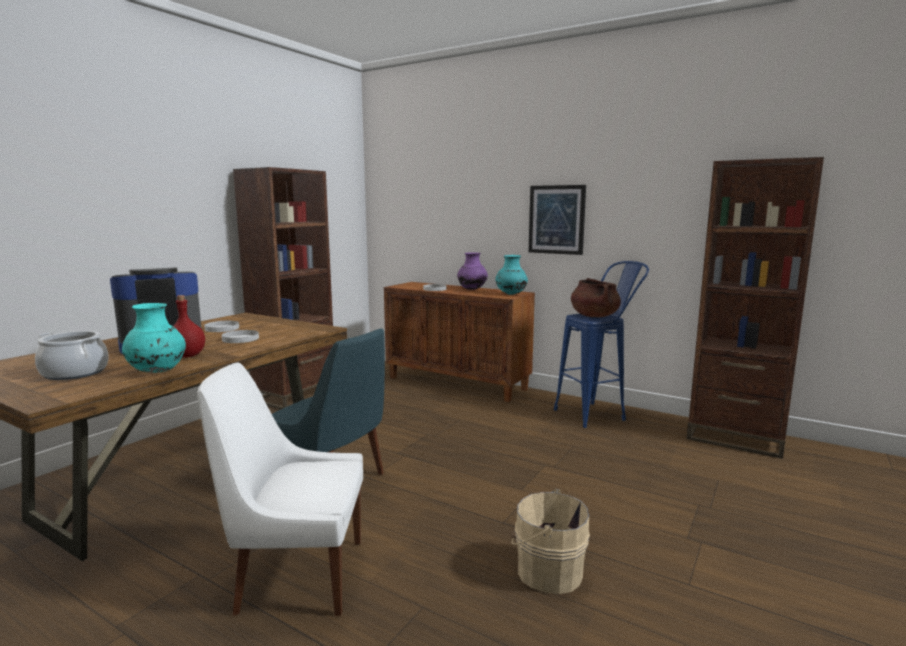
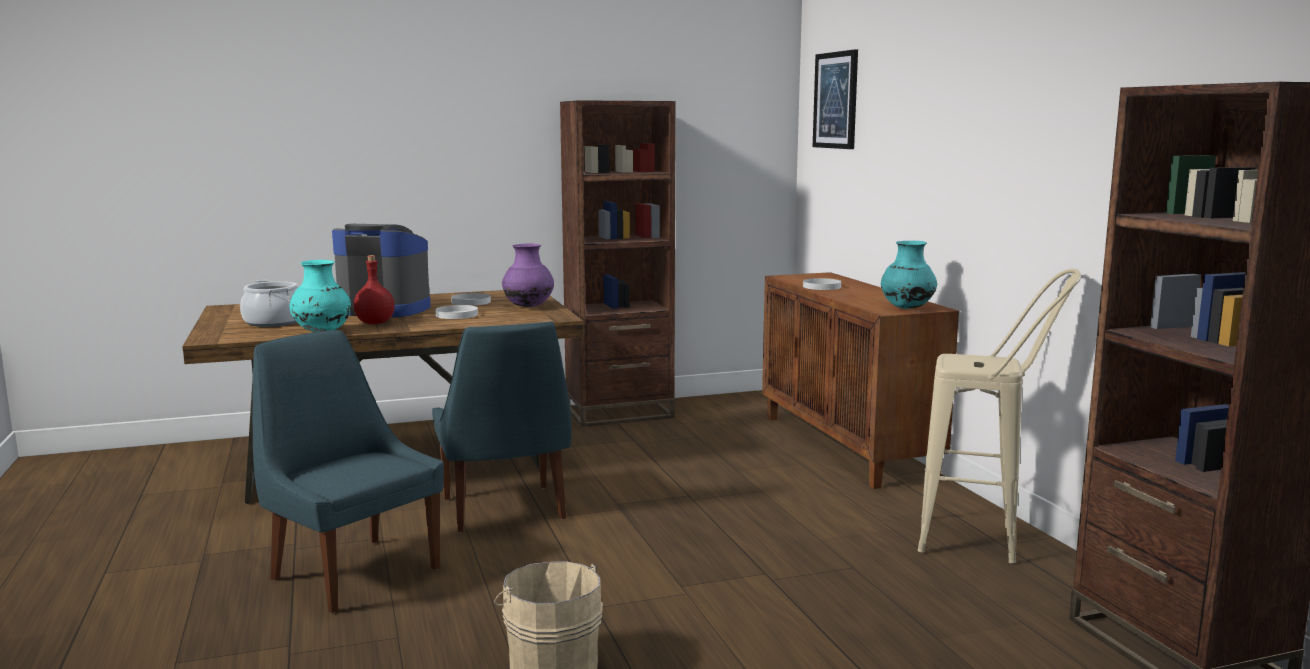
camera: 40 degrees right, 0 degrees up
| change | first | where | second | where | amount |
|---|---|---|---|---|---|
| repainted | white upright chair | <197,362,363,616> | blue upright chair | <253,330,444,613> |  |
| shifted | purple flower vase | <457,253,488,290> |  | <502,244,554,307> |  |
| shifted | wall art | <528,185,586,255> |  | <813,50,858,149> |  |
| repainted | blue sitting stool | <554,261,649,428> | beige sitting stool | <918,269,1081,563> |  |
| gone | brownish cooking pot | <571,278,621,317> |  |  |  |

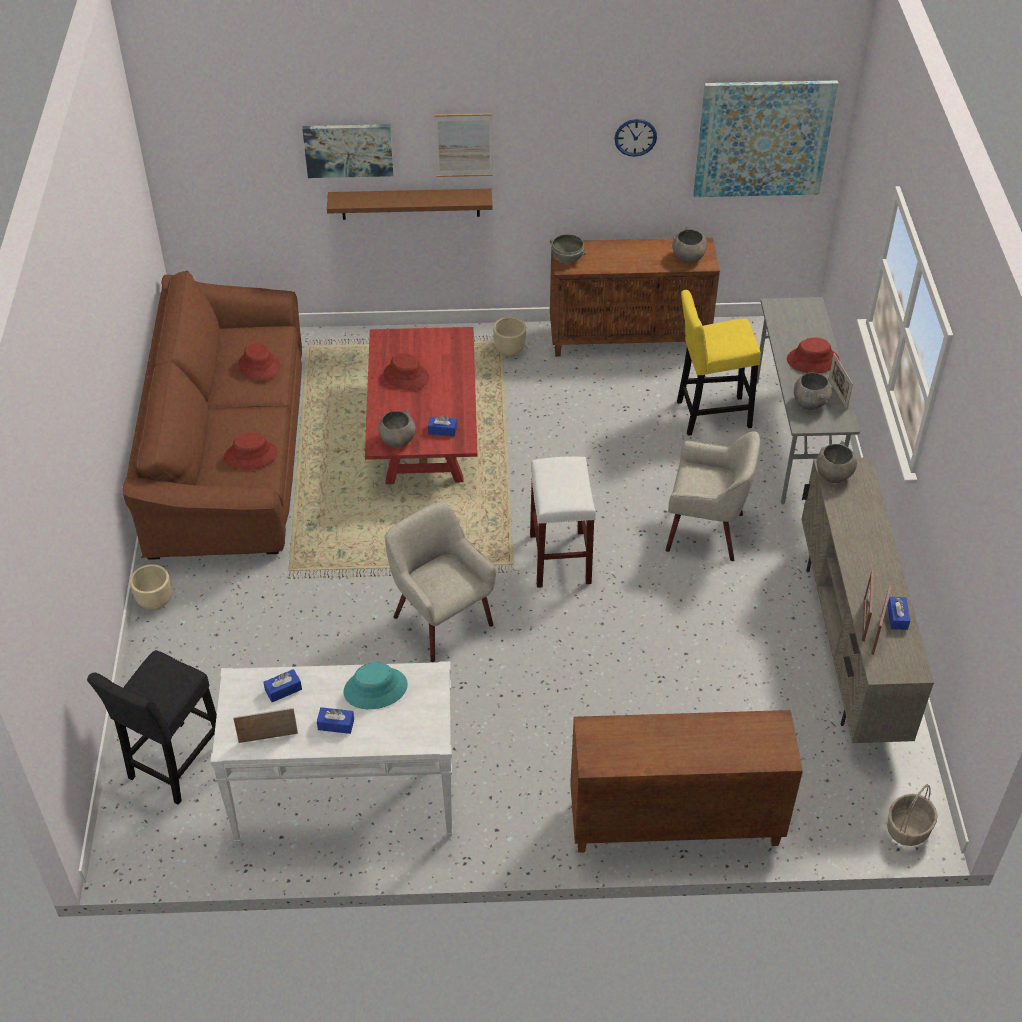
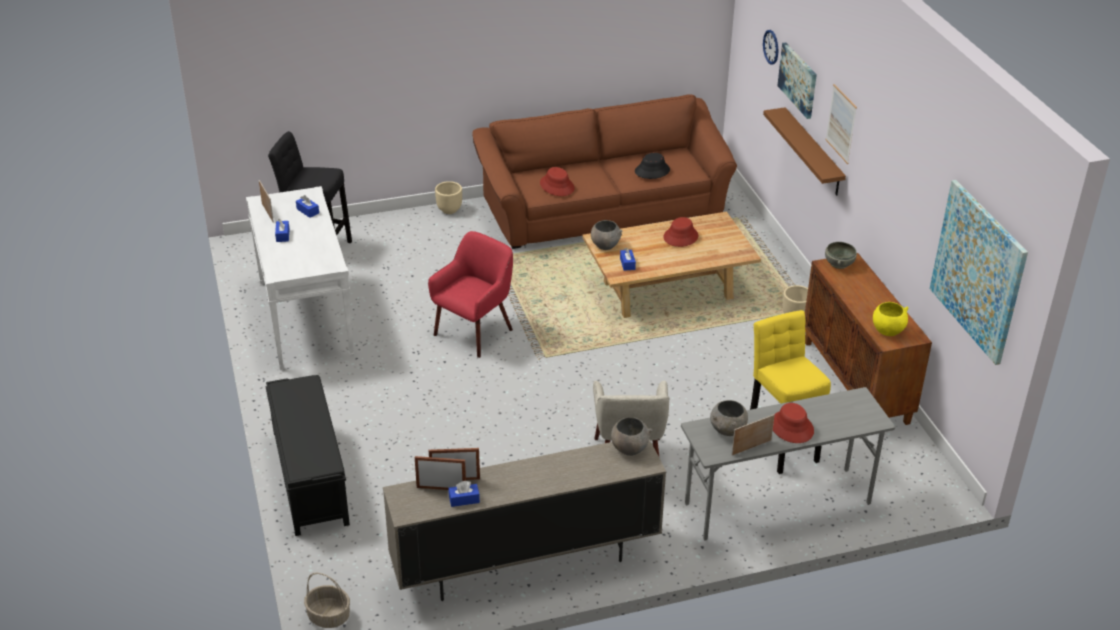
camera: 75 degrees right, 10 degrees down
| change | first | where | second | where | amount |
|---|---|---|---|---|---|
| swapped | brownish cupboard | <570,710,803,853> | blackish long seat | <265,375,350,536> |  |
| repainted | beige lounge chair | <385,502,496,662> | red lounge chair | <428,231,513,358> |  |
| repainted | red low table | <365,327,478,484> | beige low table | <582,212,761,318> |  |
| repainted | red hat | <238,343,280,381> | blackish hat | <635,153,670,179> |  |
| shifted | clock on the wall | <615,119,657,157> |  | <763,30,778,65> |  |
| repainted | greyish serving bowl | <672,227,707,264> | yellow-coloured serving bowl | <873,302,909,336> |  |
| gone | turquoise-coloured hat | <344,662,408,709> |  |  |  |
| gone | white sitting stool | <530,456,596,588> |  |  |  |

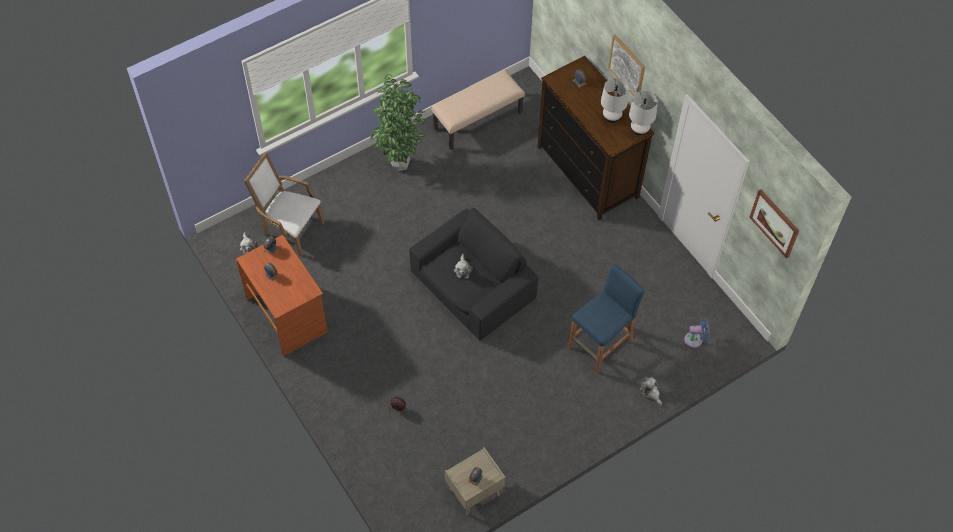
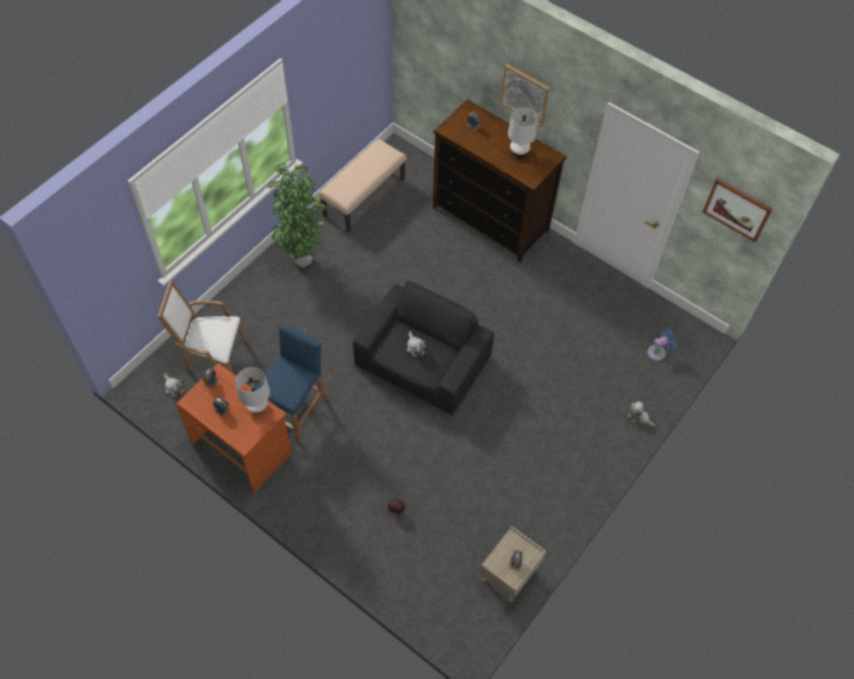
camera: 20 degrees left, 0 degrees up
| change | first | where | second | where | amount |
|---|---|---|---|---|---|
| shifted | white tabletop lamp | <629,91,658,135> |  | <236,367,270,414> |  |
| shifted | blue sitting stool | <568,263,645,373> |  | <255,324,328,442> |  |

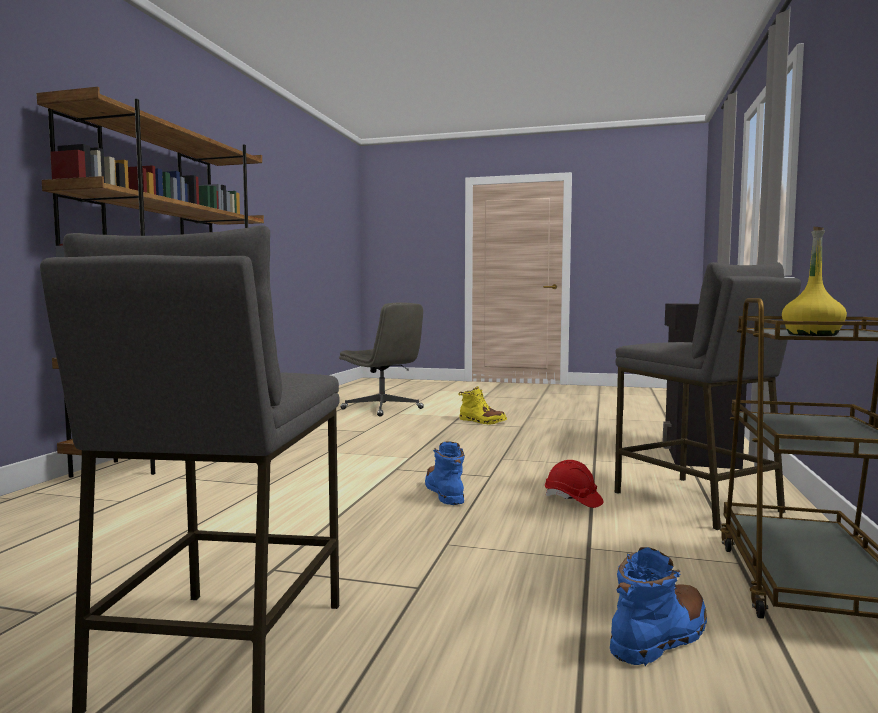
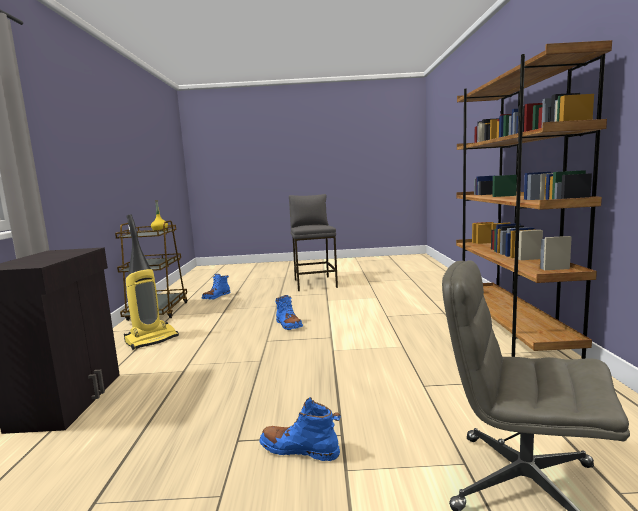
camera: 165 degrees right, 5 degrees up
| change | first | where | second | where | amount |
|---|---|---|---|---|---|
| swapped | greyish sitting stool | <615,262,801,530> | hoover | <124,214,179,350> |  |
| repainted | yellow-coloured tall boot | <458,386,507,425> | blue tall boot | <259,397,341,461> |  |
| gone | red hard hat | <545,460,604,508> |  |  |  |

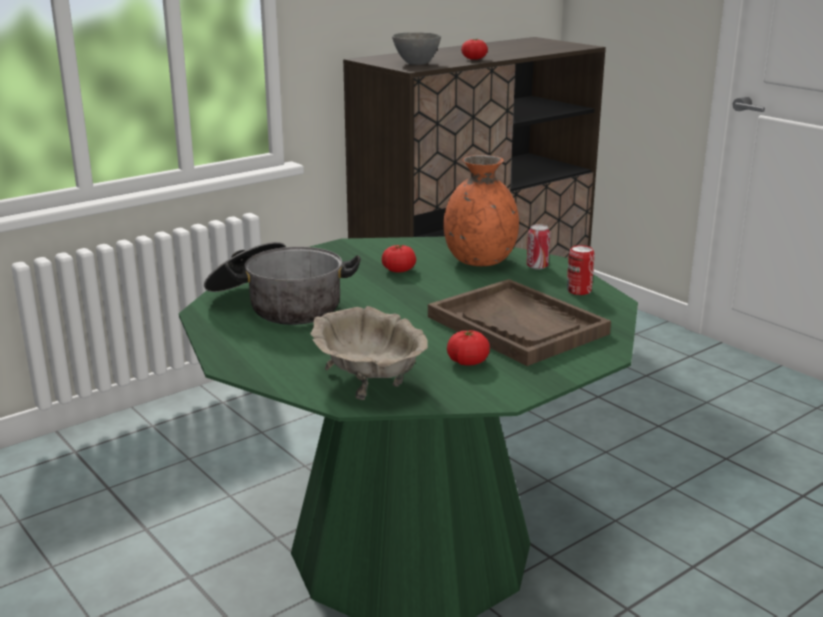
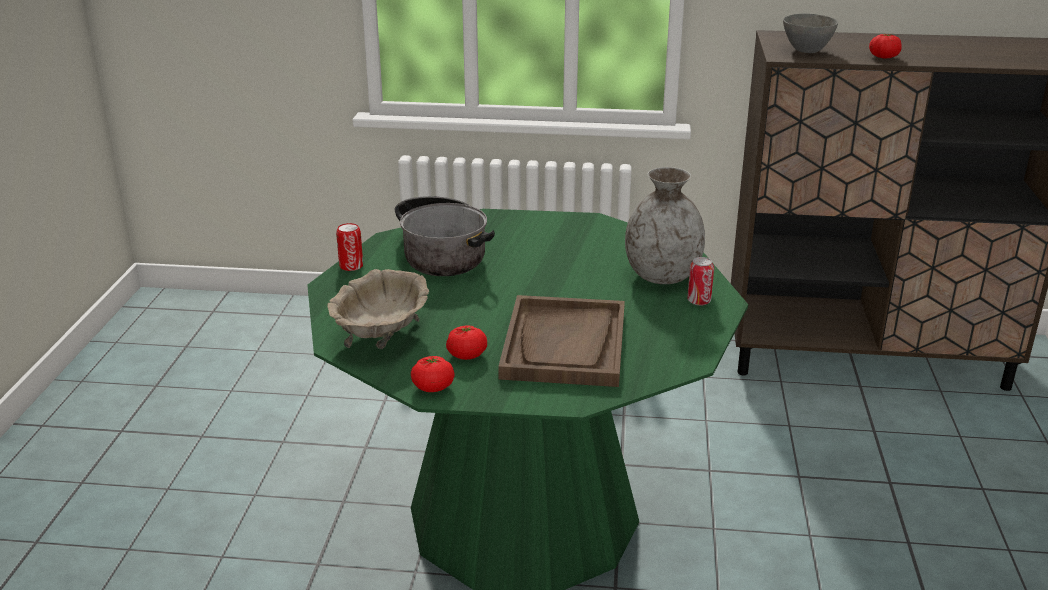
camera: 45 degrees right, 5 degrees up
| change | first | where | second | where | amount |
|---|---|---|---|---|---|
| shifted | metal can | <567,245,595,295> |  | <336,223,363,271> |  |
| shifted | fresh tomato | <382,245,416,272> |  | <411,356,455,392> |  |
| repainted | orangey flower vase | <443,155,519,266> | greyish flower vase | <625,167,705,284> |  |

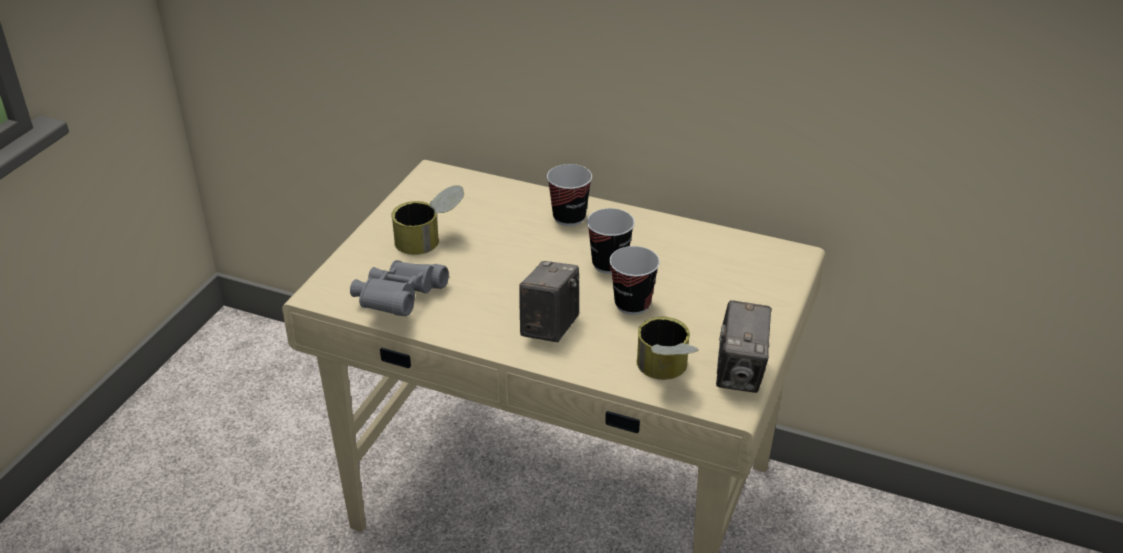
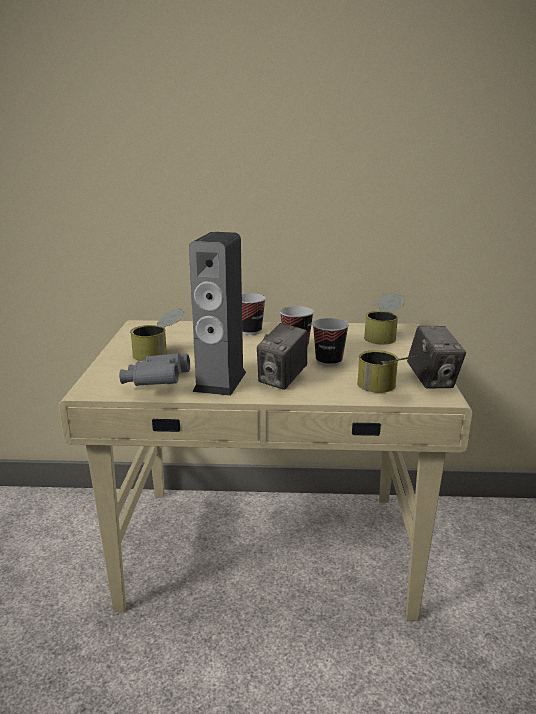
camera: 20 degrees left, 15 degrees down
| change | first | where | second | where | amount |
|---|---|---|---|---|---|
| new |  |  | audio speaker | <189,232,246,396> |  |
| rotated | still camera | <519,261,579,342> |  | <257,323,307,390> | 150 degrees counterclockwise |
| new |  |  | metal can | <364,294,405,344> |  |

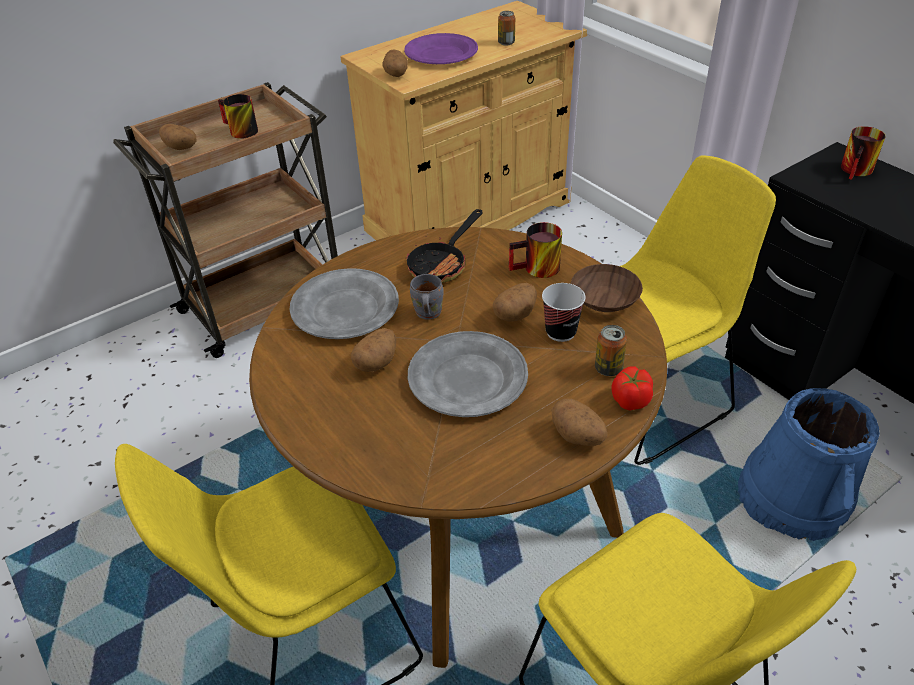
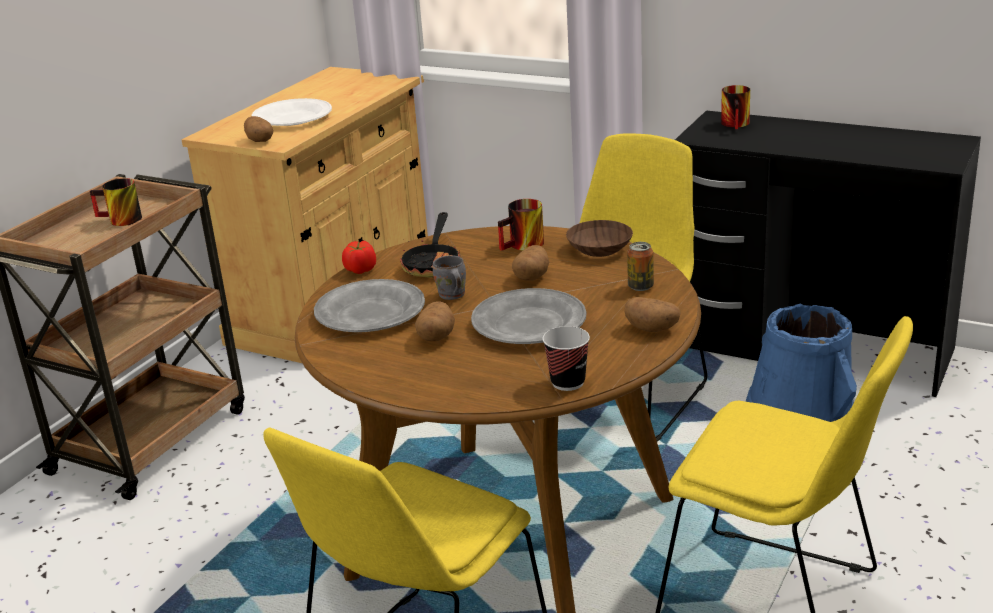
camera: 25 degrees left, 15 degrees down
| change | first | where | second | where | amount |
|---|---|---|---|---|---|
| repainted | purple plate | <404,33,478,64> | white plate | <252,98,332,126> |  |
| shifted | fresh tomato | <611,366,653,411> |  | <342,241,376,274> |  |
| shifted | cup | <542,283,585,342> |  | <542,326,590,391> |  |
| gone | whole potato | <159,124,196,150> |  |  |  |
| gone | metal can | <498,11,515,46> |  |  |  |

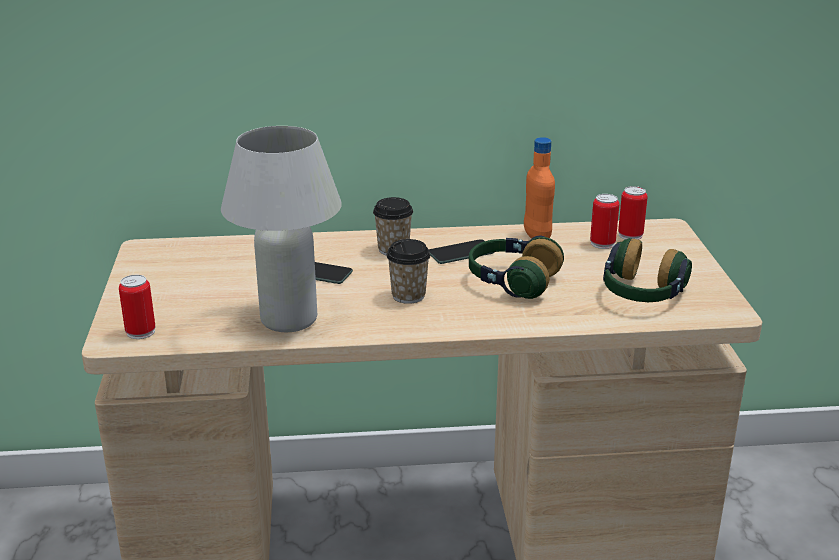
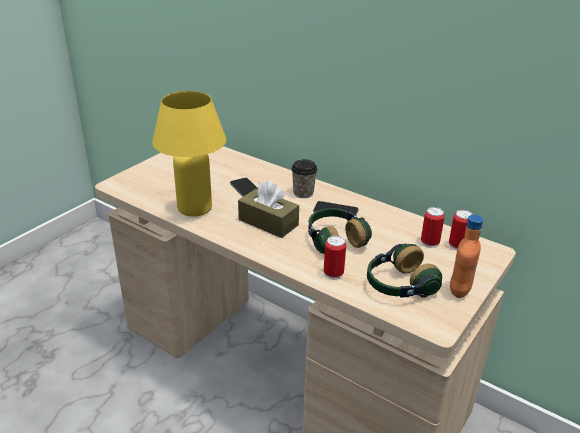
camera: 40 degrees right, 5 degrees up
| change | first | where | second | where | amount |
|---|---|---|---|---|---|
| repainted | white tabletop lamp | <221,126,342,332> | yellow-coloured tabletop lamp | <152,91,226,217> |  |
| swapped | cup | <387,239,430,304> | brownish box of tissues | <238,181,299,238> |  |
| shifted | metal can | <119,275,156,339> |  | <324,236,346,280> |  |
| shifted | orangey bottle | <524,137,555,239> |  | <450,215,483,298> |  |

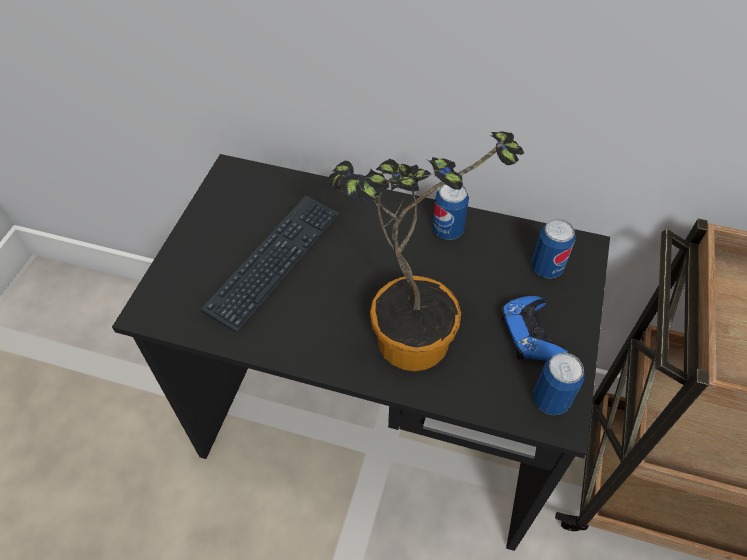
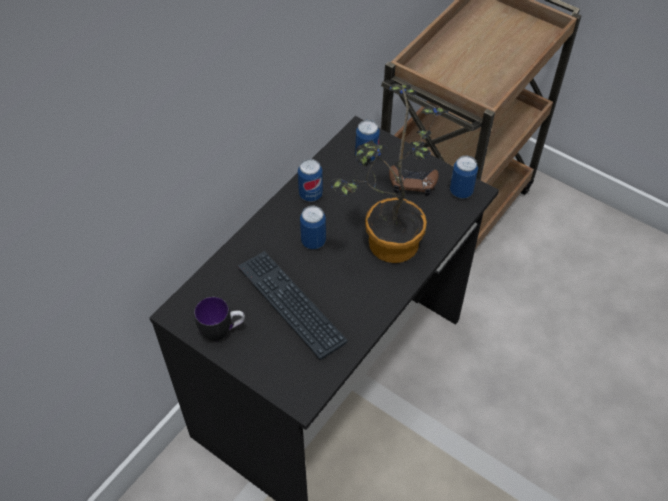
camera: 70 degrees left, 0 degrees up
| change | first | where | second | where | amount |
|---|---|---|---|---|---|
| new |  |  | mug | <194,297,245,341> |  |
| new |  |  | metal can | <300,205,326,249> |  |
| repainted | blue game controller | <501,296,568,361> | brownish game controller | <389,165,439,196> |  |

